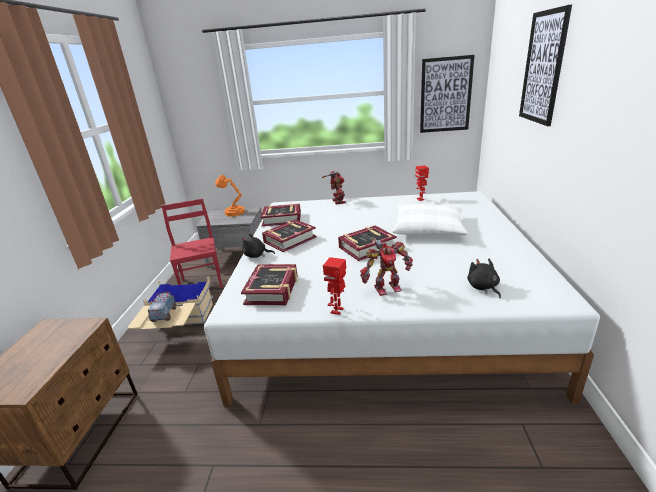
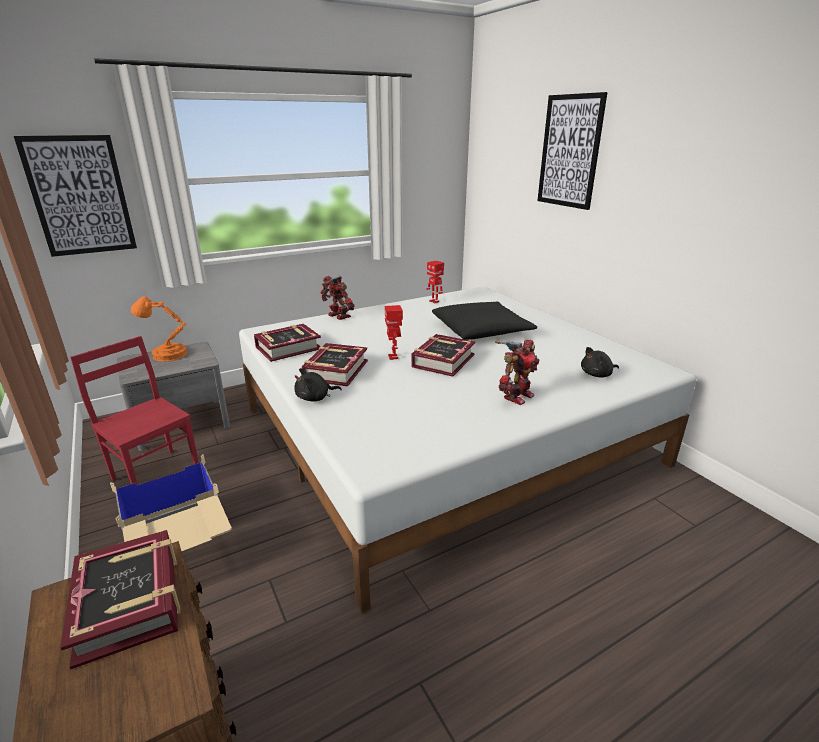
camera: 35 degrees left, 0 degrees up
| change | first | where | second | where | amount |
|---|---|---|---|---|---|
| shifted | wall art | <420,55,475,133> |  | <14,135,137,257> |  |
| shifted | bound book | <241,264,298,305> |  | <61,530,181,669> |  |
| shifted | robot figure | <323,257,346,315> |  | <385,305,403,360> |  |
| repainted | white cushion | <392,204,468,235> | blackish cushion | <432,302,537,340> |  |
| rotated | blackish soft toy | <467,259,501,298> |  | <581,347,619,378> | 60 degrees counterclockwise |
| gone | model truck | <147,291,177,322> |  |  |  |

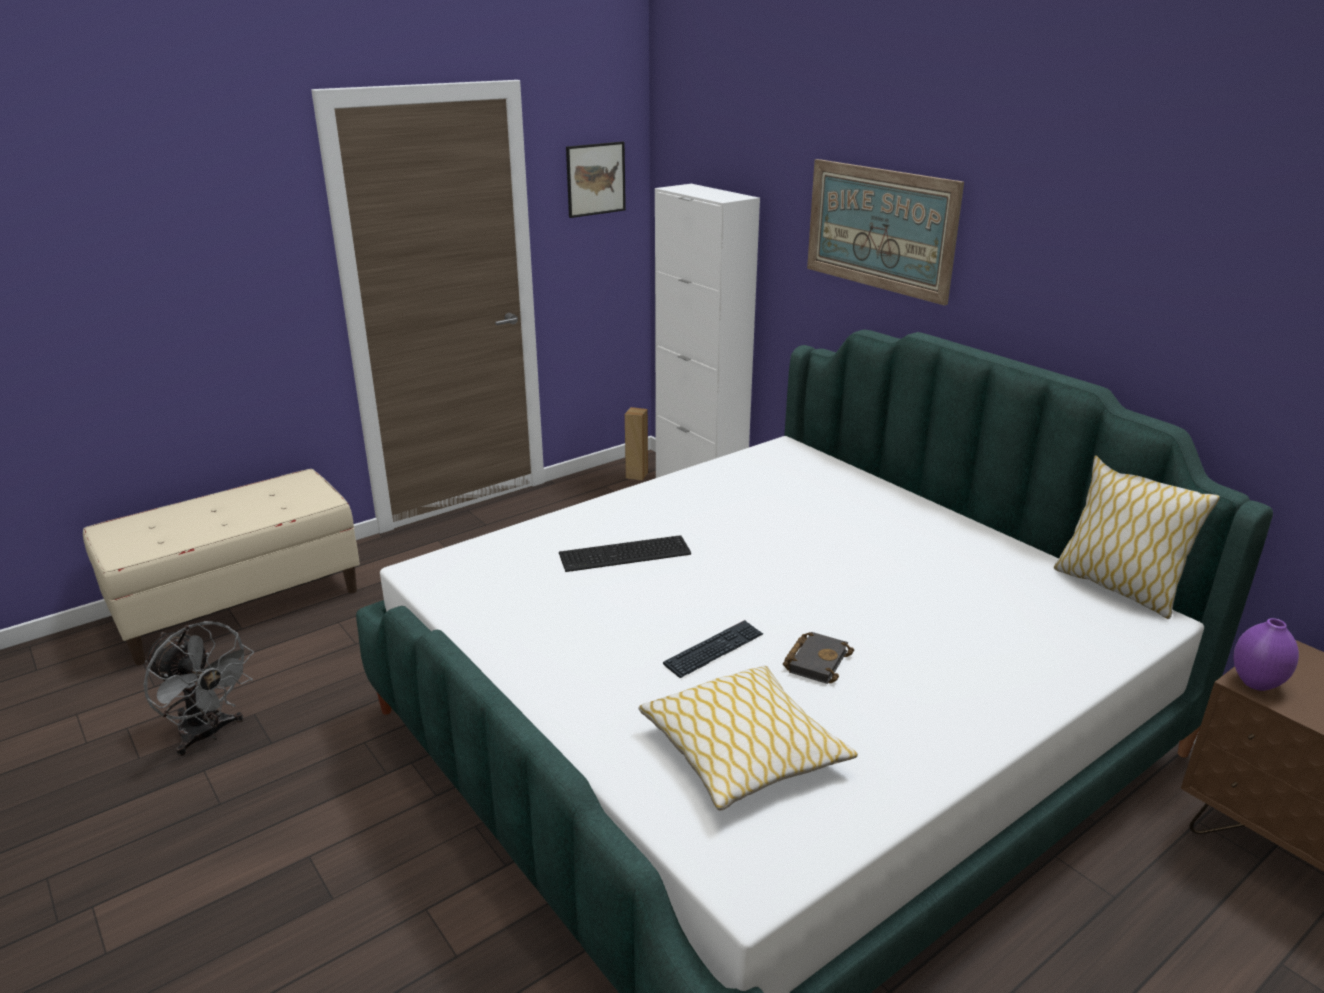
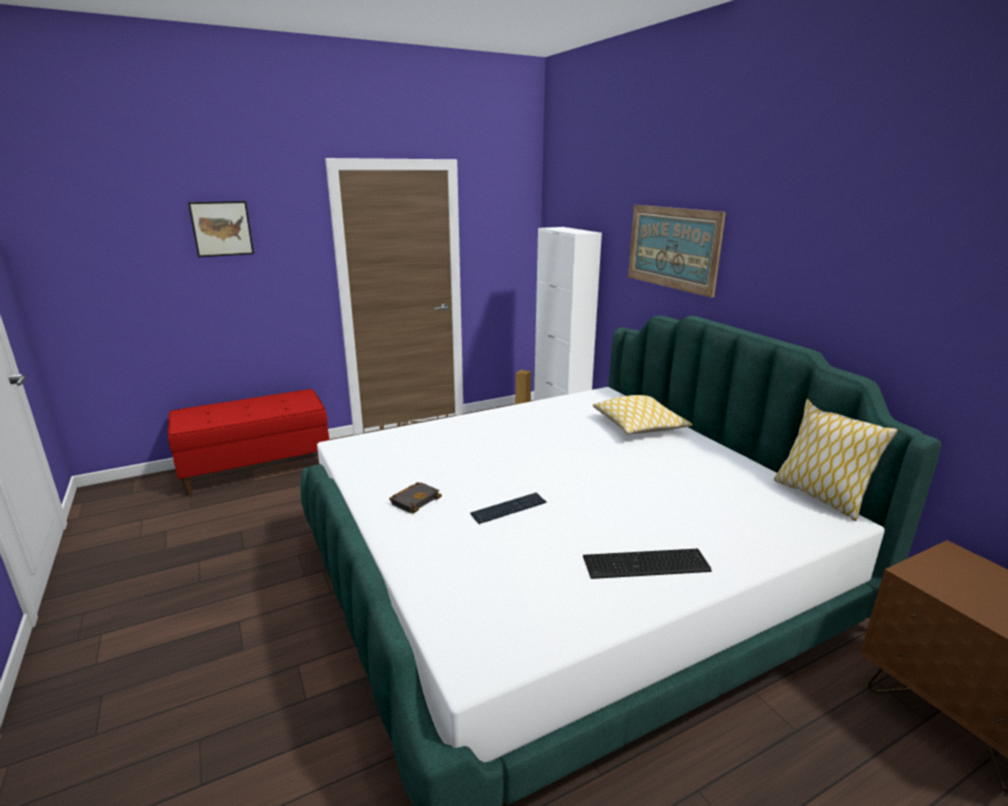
camera: 10 degrees right, 5 degrees down
| change | first | where | second | where | amount |
|---|---|---|---|---|---|
| repainted | beige long seat | <83,469,360,665> | red long seat | <168,389,329,496> |  |
| shifted | wall art | <566,141,626,218> |  | <188,201,254,257> |  |
| shifted | blackish bound book | <783,632,854,684> |  | <389,482,442,514> |  |
| shifted | computer keyboard | <559,535,691,572> |  | <583,549,712,579> |  |
| shifted | cushion | <639,666,858,811> |  | <593,395,693,434> |  |
| gone | greyish cooling fan | <143,621,254,756> |  |  |  |
| gone | purple flower vase | <1233,618,1299,691> |  |  |  |

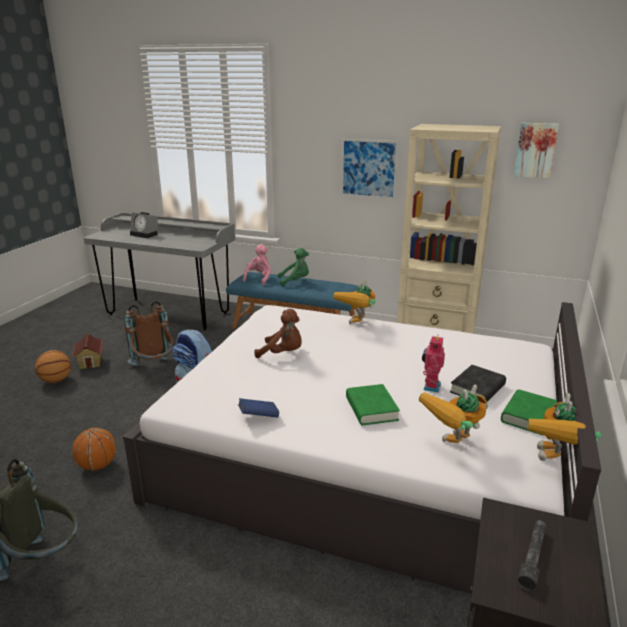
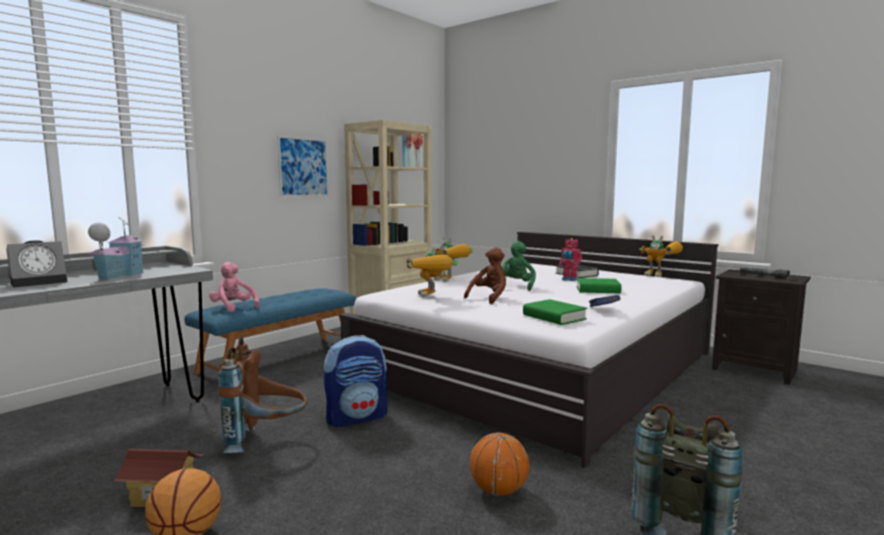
camera: 70 degrees left, 15 degrees down
| change | first | where | second | where | amount |
|---|---|---|---|---|---|
| new |  |  | toy house | <88,217,144,280> |  |
| shifted | robot figure | <419,384,488,443> |  | <411,245,458,298> |  |
| shifted | green-coloured soft toy | <278,248,309,286> |  | <503,241,536,291> |  |
| shifted | green-coloured bound book | <501,389,557,435> |  | <523,299,587,325> |  |

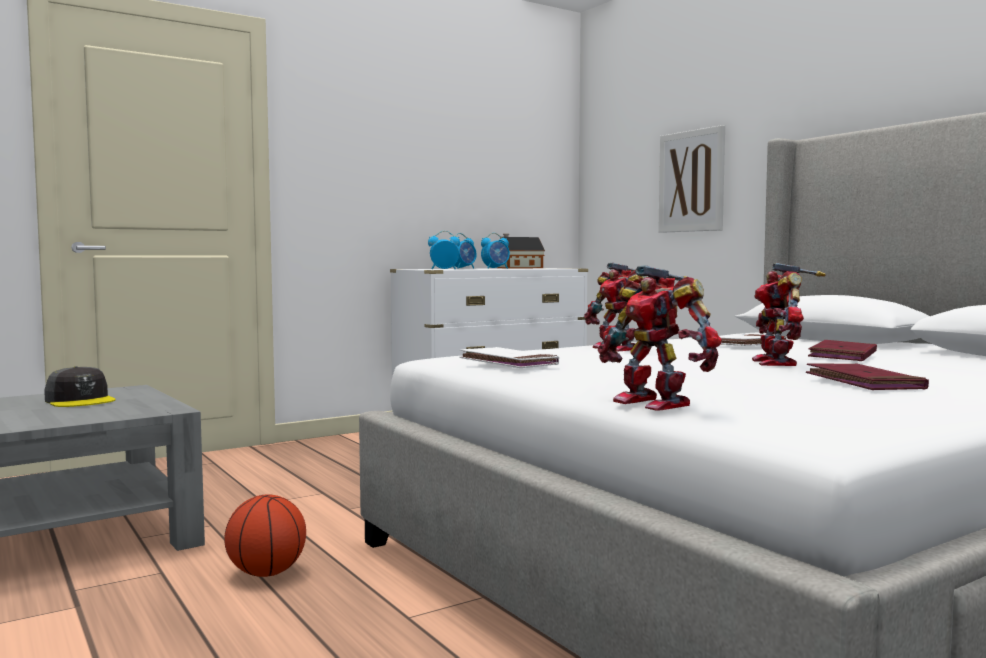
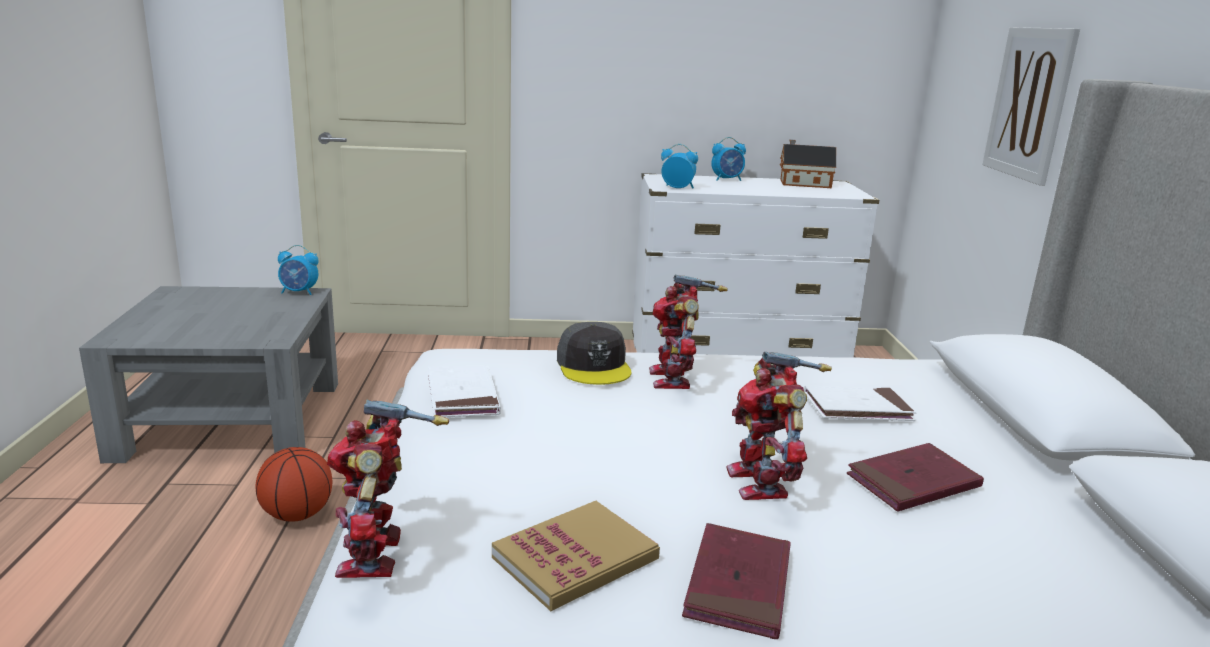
camera: 30 degrees right, 15 degrees up
| change | first | where | second | where | amount |
|---|---|---|---|---|---|
| shifted | bedside clock | <481,233,510,269> |  | <278,245,319,295> |  |
| new |  |  | bound book | <492,501,660,611> |  |
| shifted | greyish peaked cap | <44,366,116,407> |  | <557,322,632,385> |  |
| rotated | robot figure | <752,263,826,366> |  | <726,351,832,500> | 45 degrees counterclockwise |

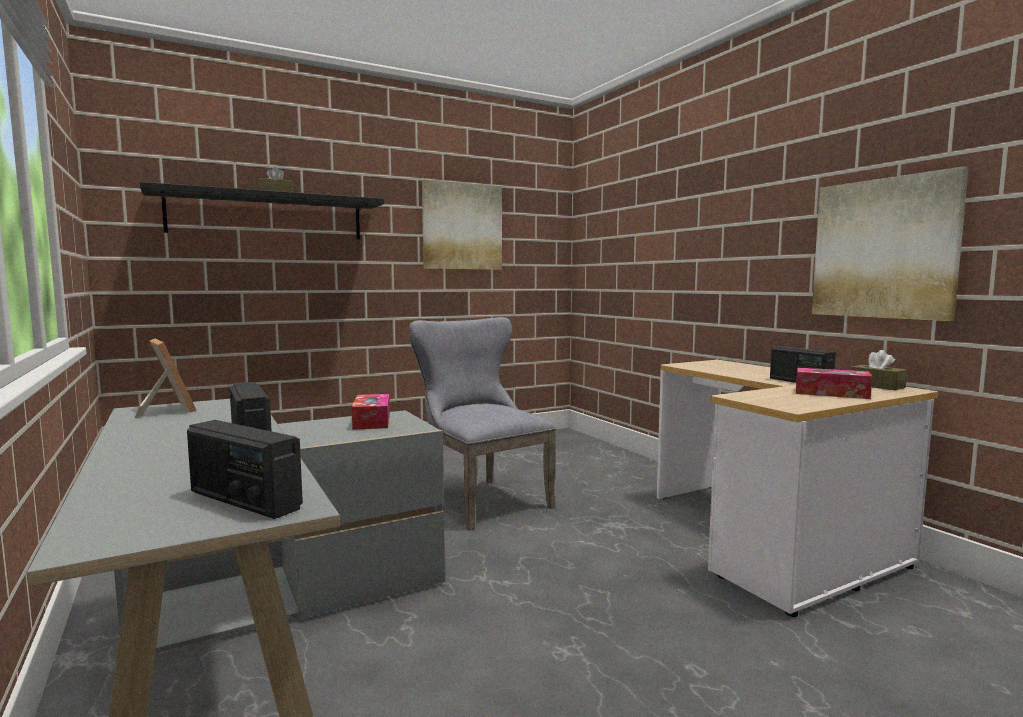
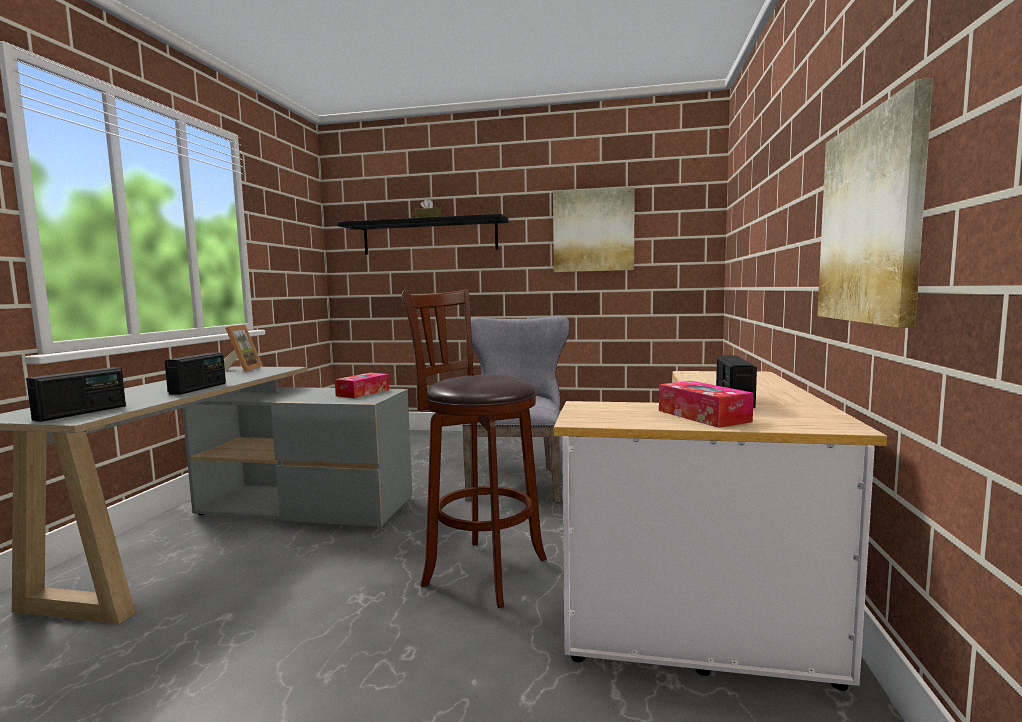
camera: 40 degrees right, 0 degrees up
| change | first | where | second | where | amount |
|---|---|---|---|---|---|
| rotated | radio set | <187,420,303,519> |  | <26,367,126,422> | 135 degrees counterclockwise |
| new |  |  | brownish sitting stool | <401,289,547,608> |  |
| gone | brownish box of tissues | <851,350,907,390> |  |  |  |

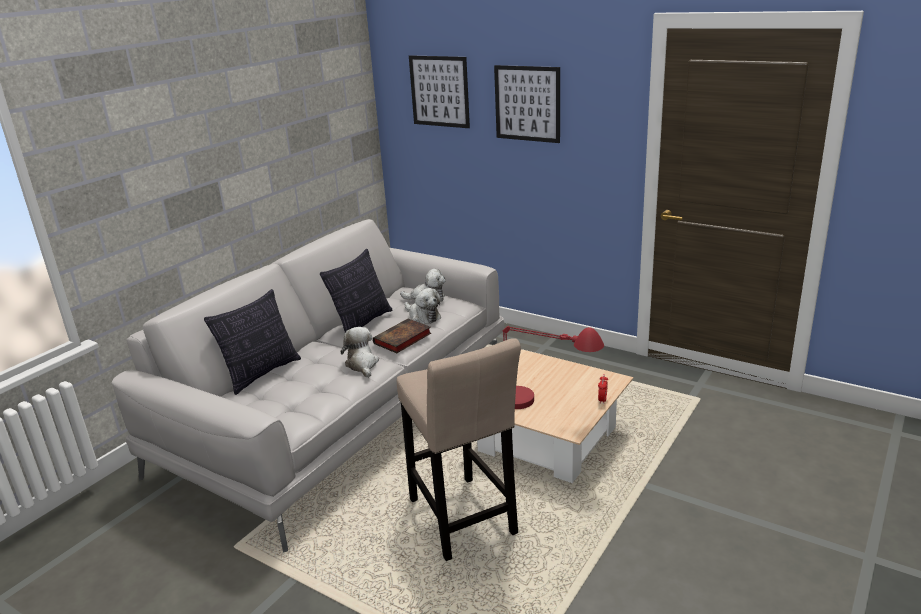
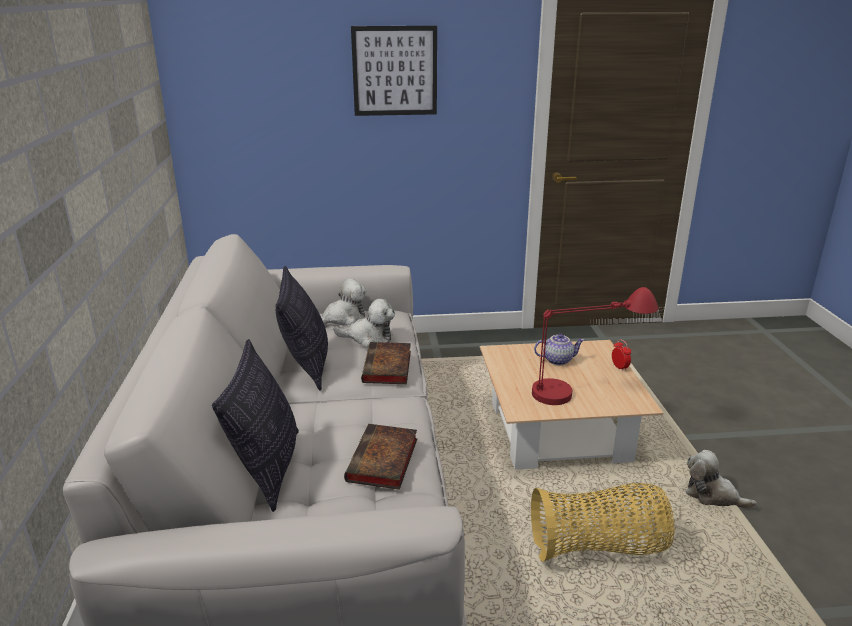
camera: 40 degrees left, 0 degrees up
| change | first | where | second | where | amount |
|---|---|---|---|---|---|
| new |  |  | bound book | <344,424,417,490> |  |
| swapped | beige sitting stool | <397,338,521,561> | household basket | <531,483,675,562> |  |
| new |  |  | tea pot | <534,334,585,365> |  |
| shifted | soft toy | <341,327,379,378> |  | <686,450,757,509> |  |
| gone | wall art | <409,55,470,128> |  |  |  |

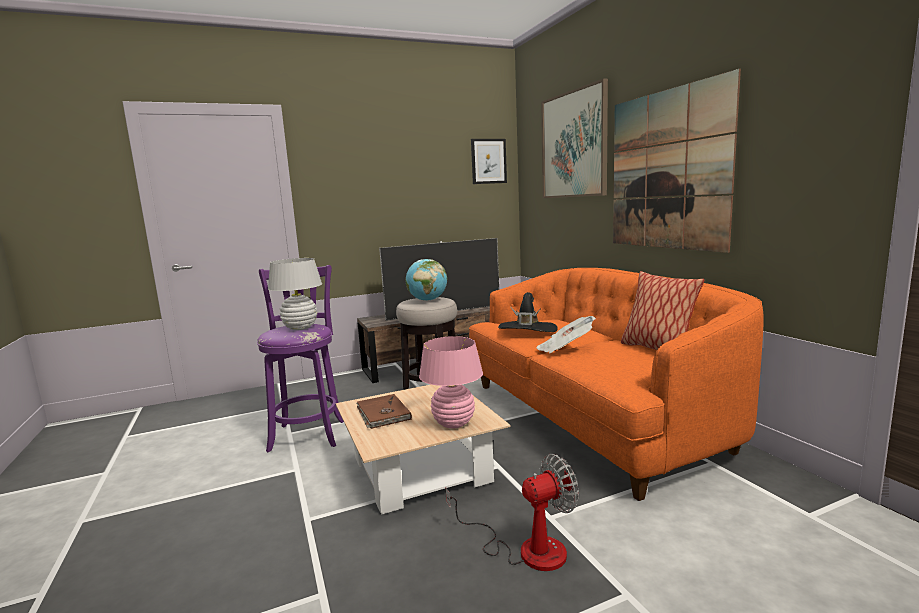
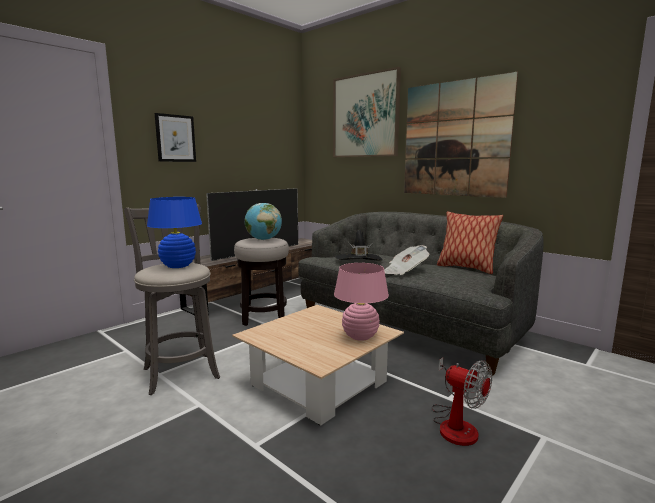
camera: 25 degrees left, 0 degrees up
| change | first | where | second | where | amount |
|---|---|---|---|---|---|
| repainted | purple sitting stool | <257,265,344,452> | greyish sitting stool | <124,205,220,395> |  |
| repainted | white tabletop lamp | <268,258,322,330> | blue tabletop lamp | <147,197,202,268> |  |
| shifted | wall art | <471,139,507,184> |  | <155,113,196,162> |  |
| repainted | orangey couch | <469,268,764,501> | greyish couch | <298,212,543,376> |  |
| rotated | cooling fan | <445,454,579,571> |  | <432,358,492,446> | 90 degrees clockwise |
| gone | brownish bound book | <356,394,412,429> |  |  |  |

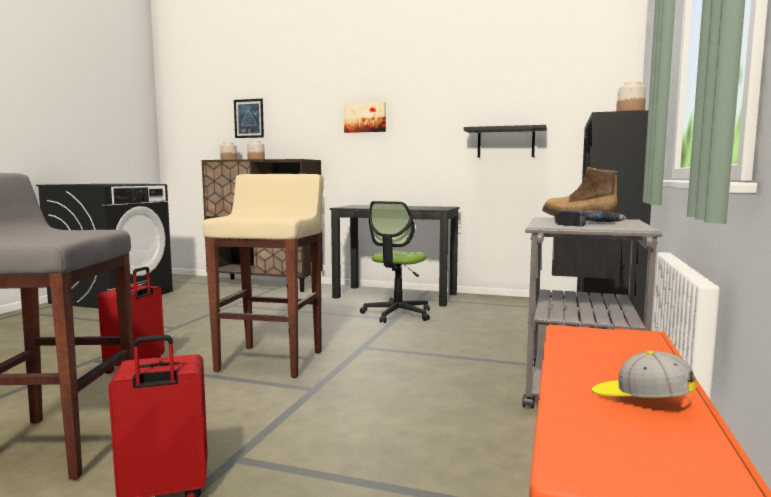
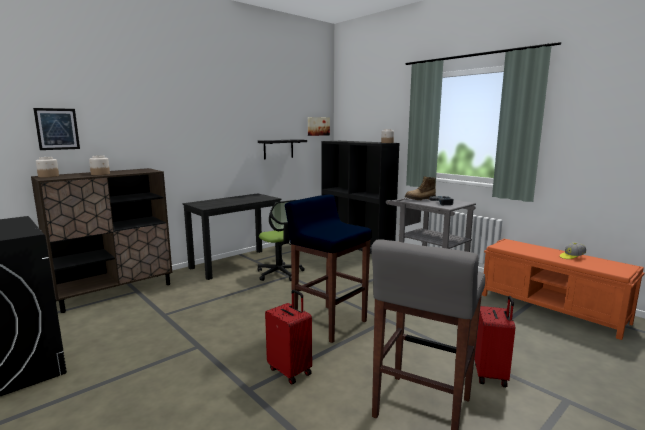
camera: 60 degrees left, 5 degrees up
| change | first | where | second | where | amount |
|---|---|---|---|---|---|
| repainted | beige sitting stool | <203,174,324,378> | blue sitting stool | <285,195,372,343> |  |
| shifted | wall art | <344,102,386,133> |  | <308,117,330,136> |  |

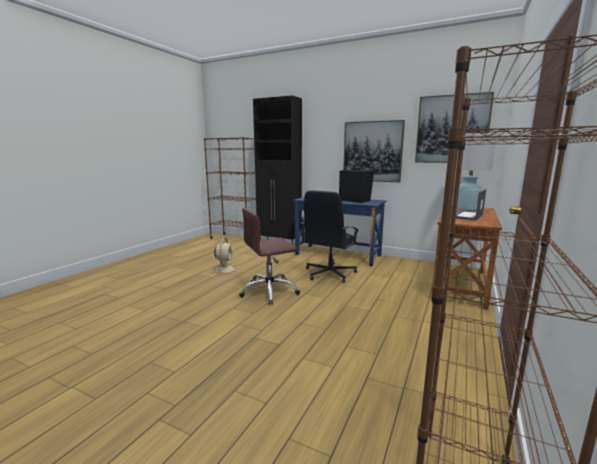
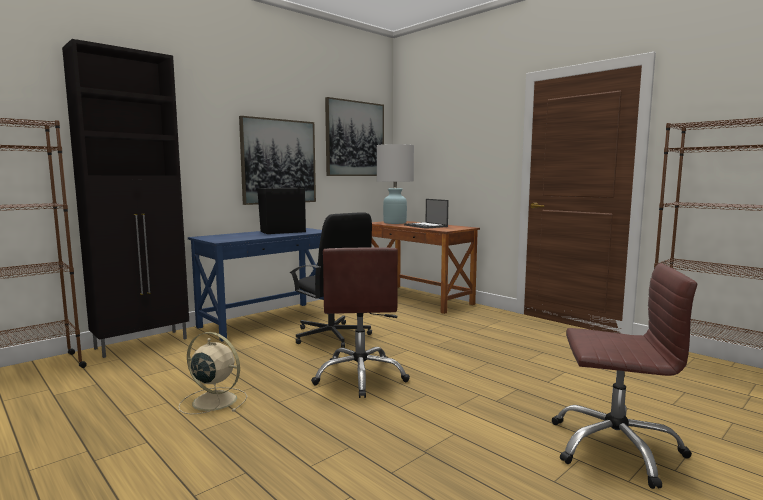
camera: 70 degrees left, 5 degrees down
| change | first | where | second | where | amount |
|---|---|---|---|---|---|
| new |  |  | brownish computer chair | <551,263,697,489> |  |

